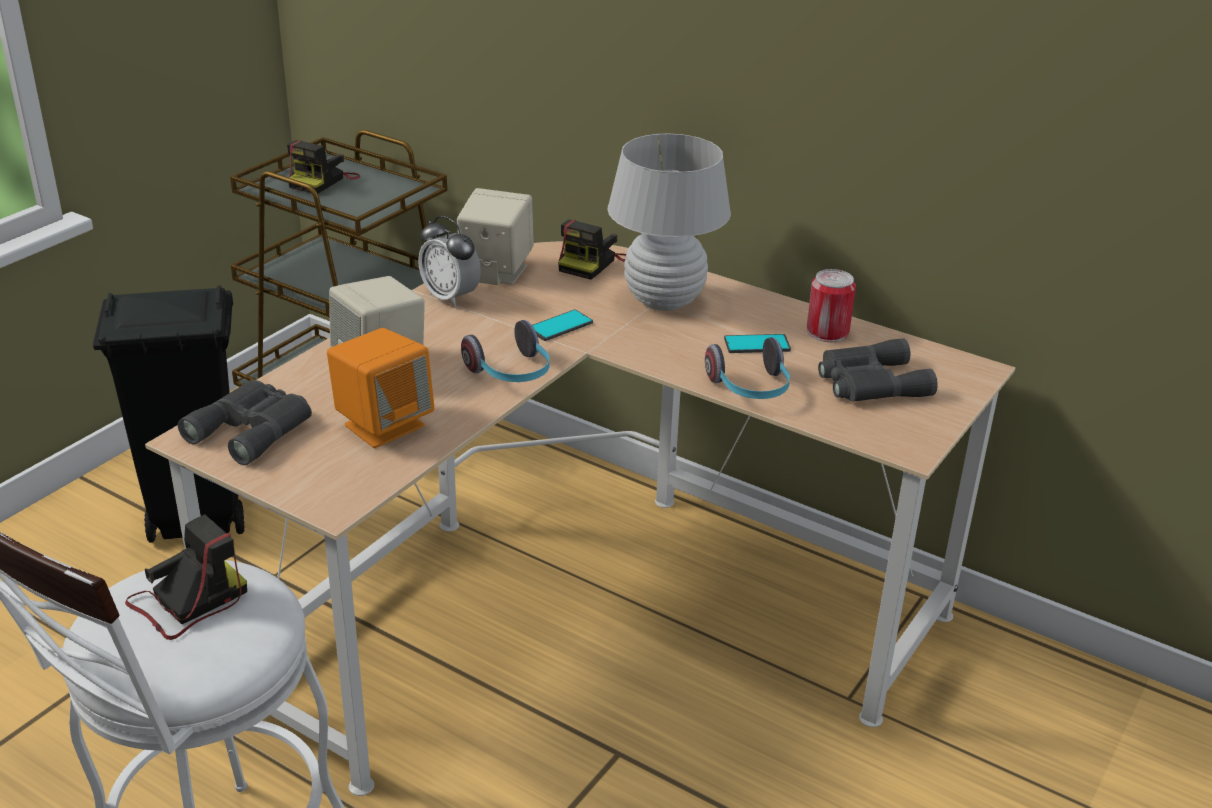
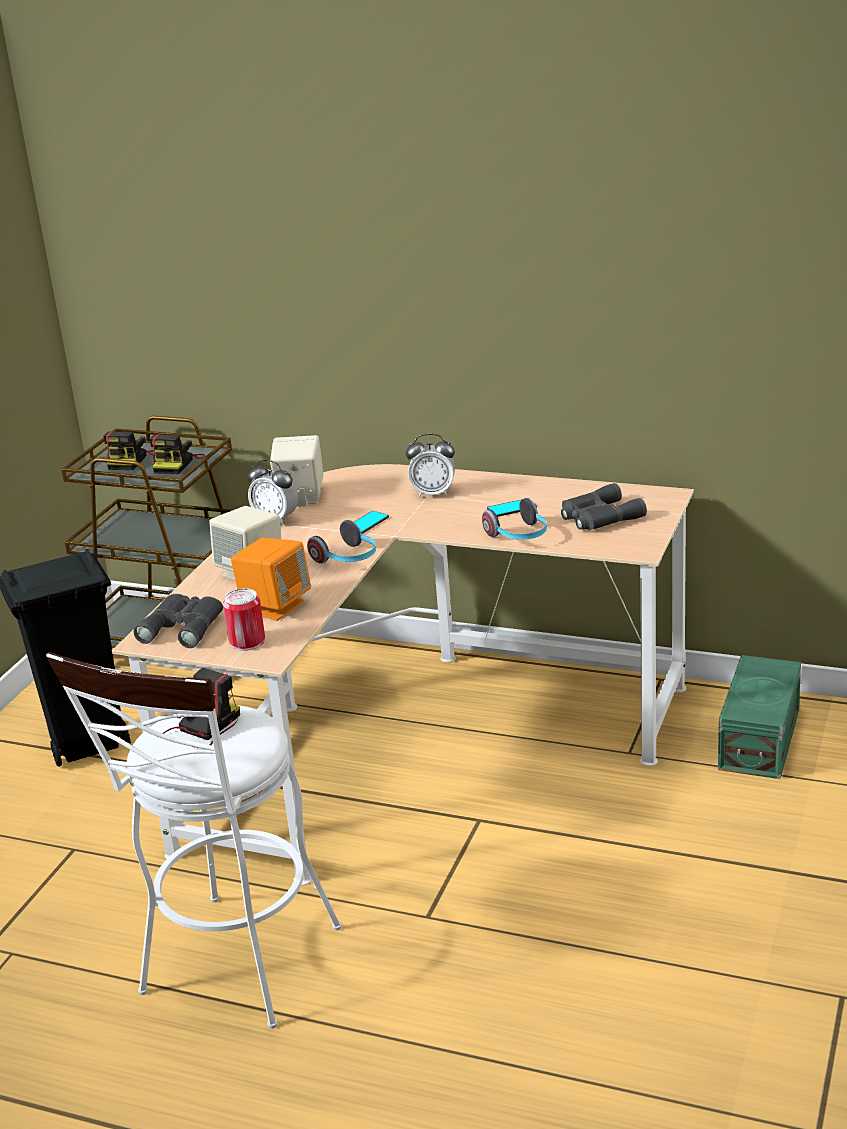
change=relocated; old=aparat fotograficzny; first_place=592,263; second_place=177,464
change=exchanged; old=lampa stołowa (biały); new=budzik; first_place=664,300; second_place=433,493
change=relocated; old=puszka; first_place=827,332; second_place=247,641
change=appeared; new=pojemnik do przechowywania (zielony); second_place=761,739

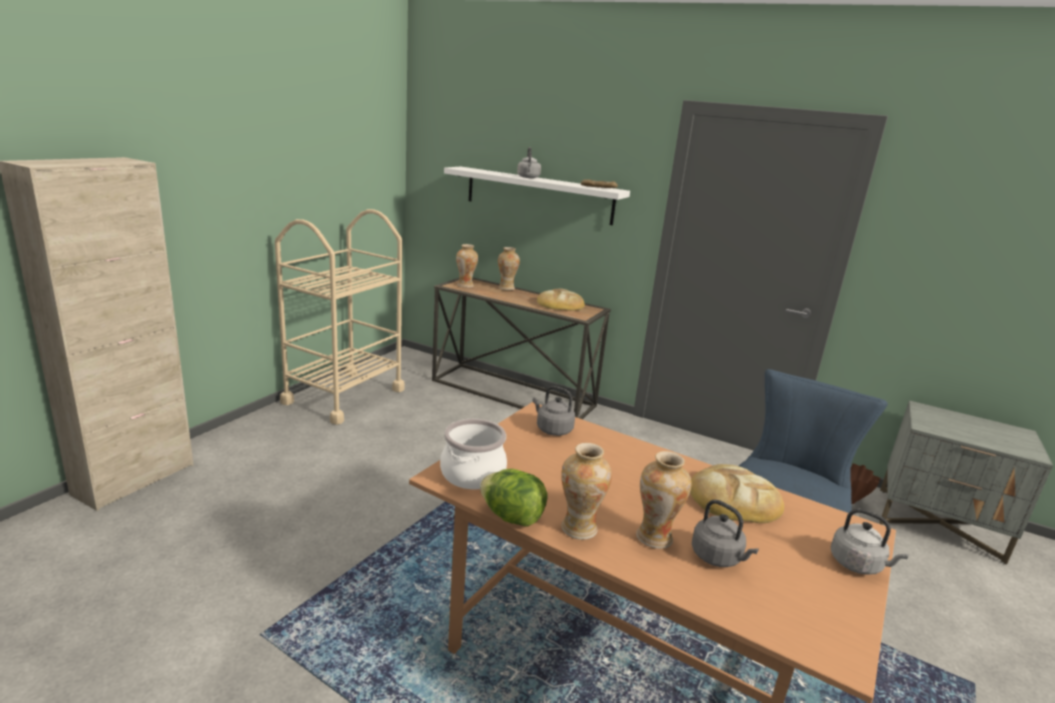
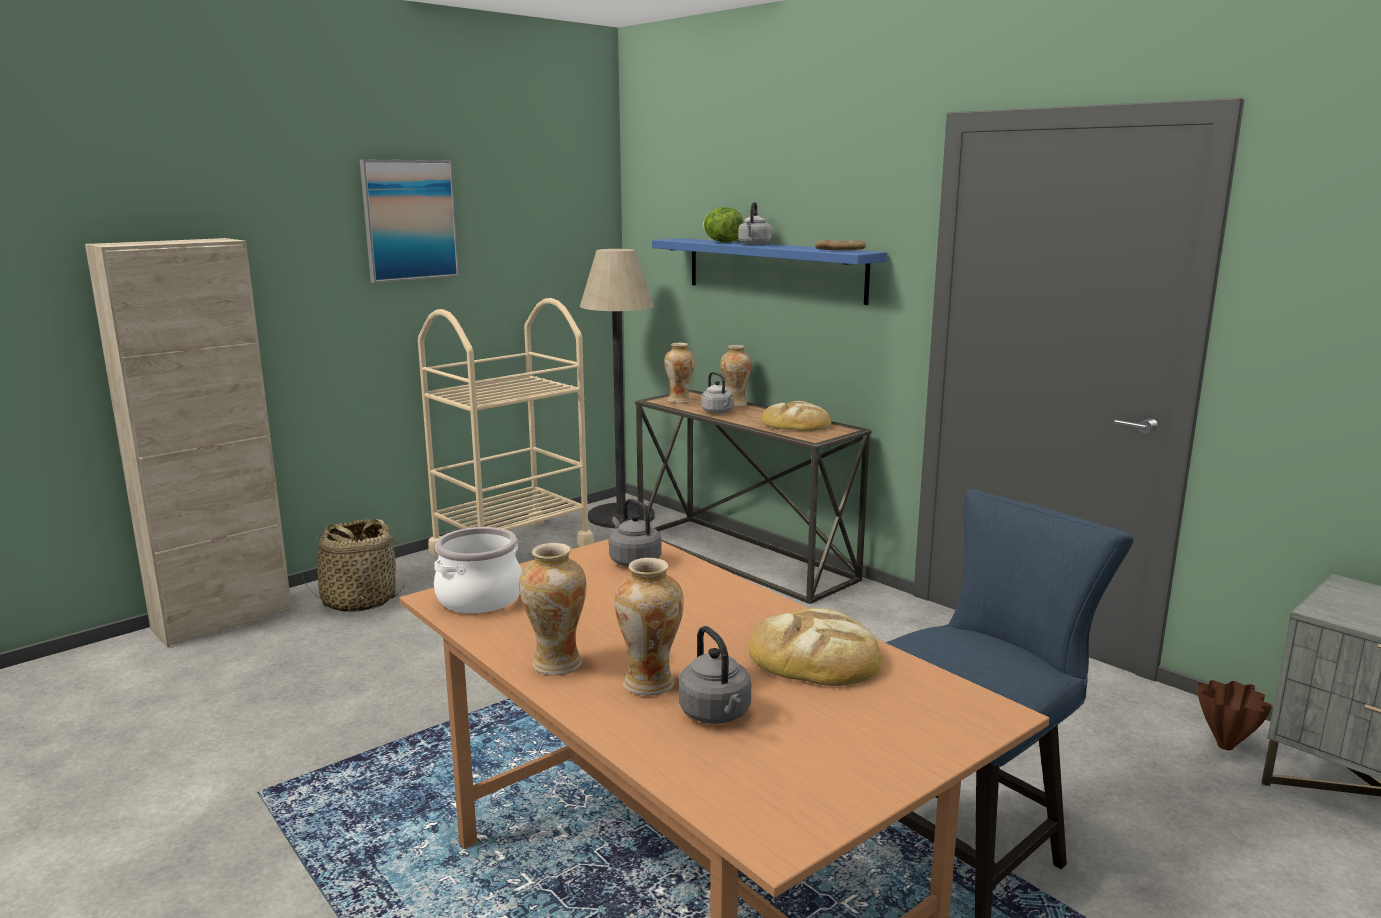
change=colour; old=półka (biały); new=półka (niebieski); first_place=538,195; second_place=774,269
change=relocated; old=sałata; first_place=512,517; second_place=722,242
change=relocated; old=czajnik (szary); first_place=858,564; second_place=718,412
change=appeared; new=koszyk; second_place=359,601
change=appeared; new=obraz; second_place=409,220
change=appeared; new=lampa stojąca; second_place=621,516

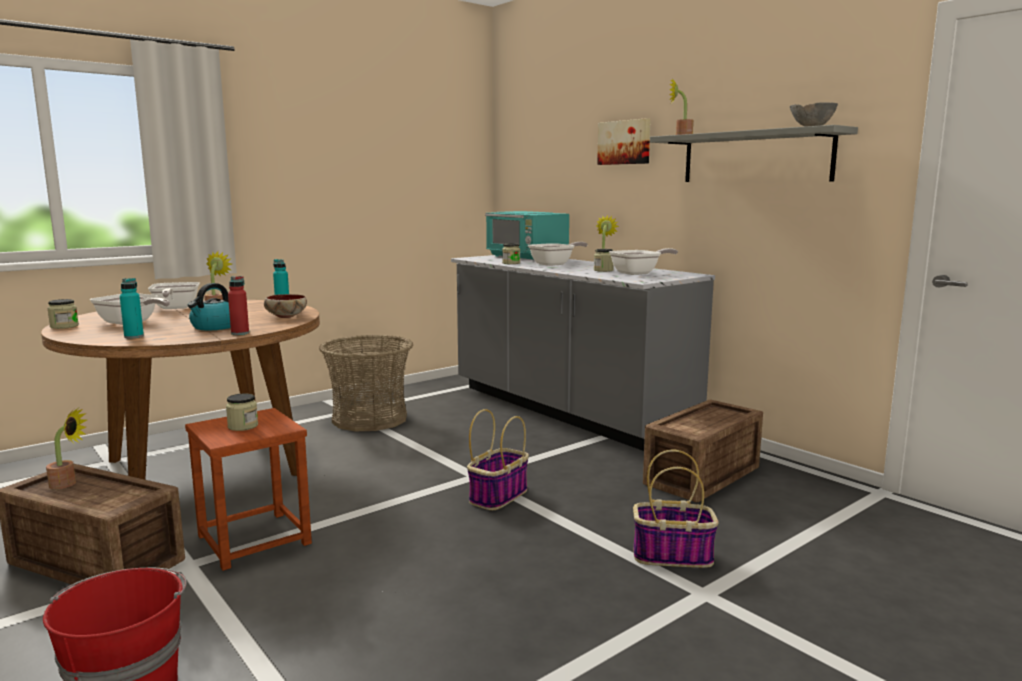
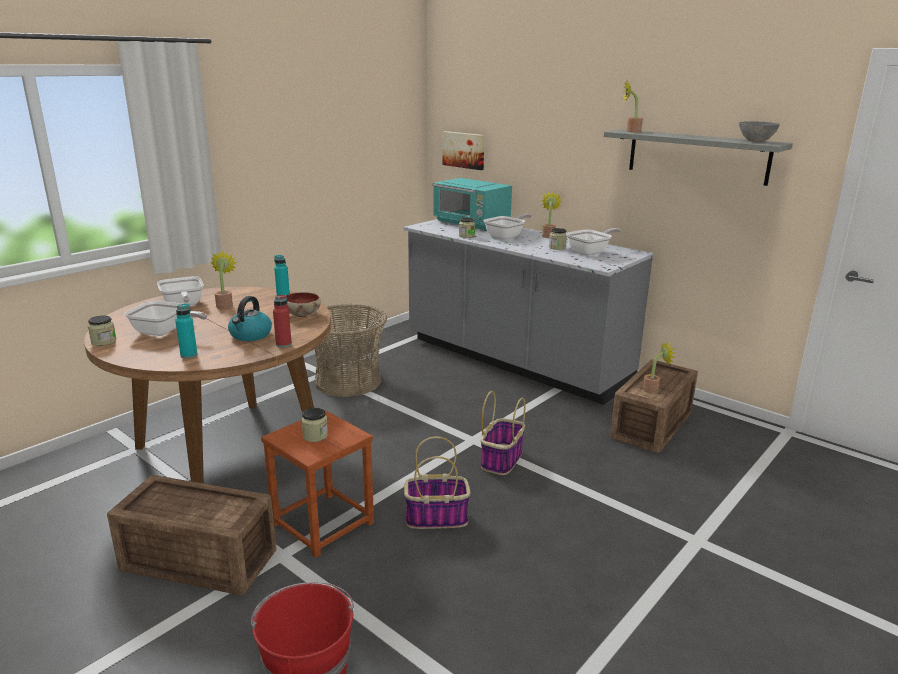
change=relocated; old=roślina doniczkowa; first_place=68,484; second_place=653,389
change=relocated; old=obraz; first_place=625,142; second_place=464,150
change=relocated; old=koszyk; first_place=673,555; second_place=437,517

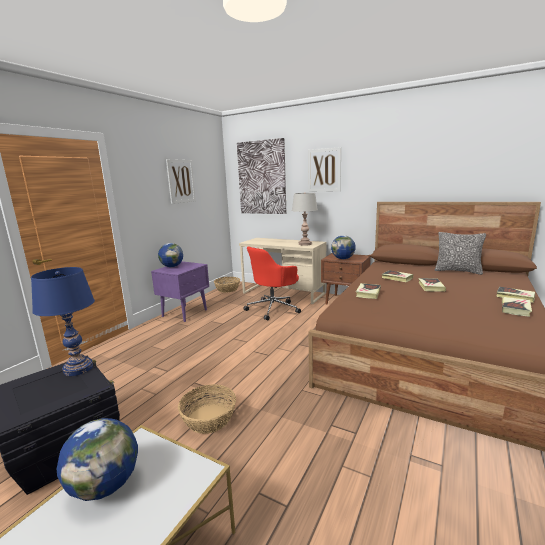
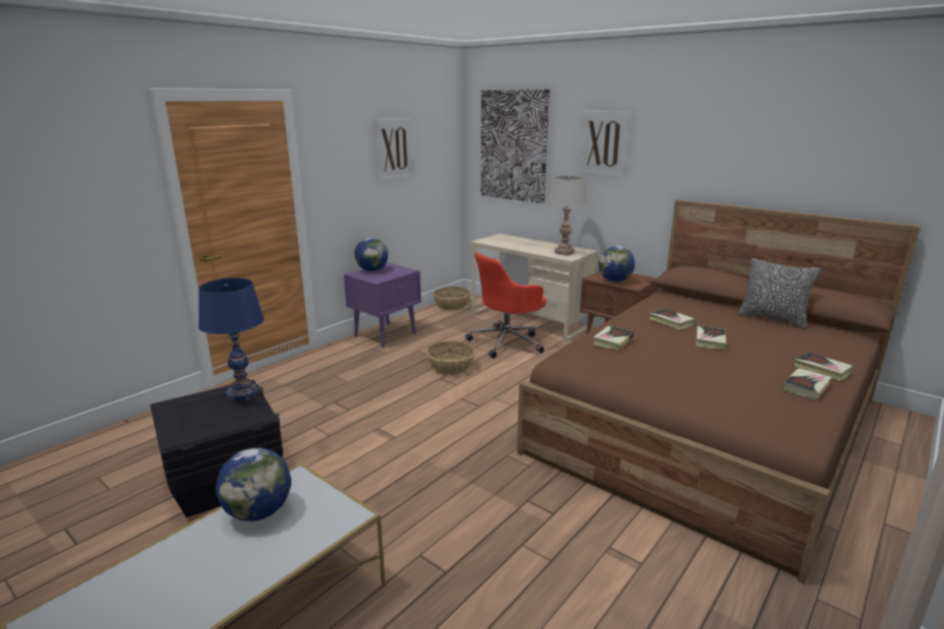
change=relocated; old=koszyk; first_place=209,418; second_place=451,367

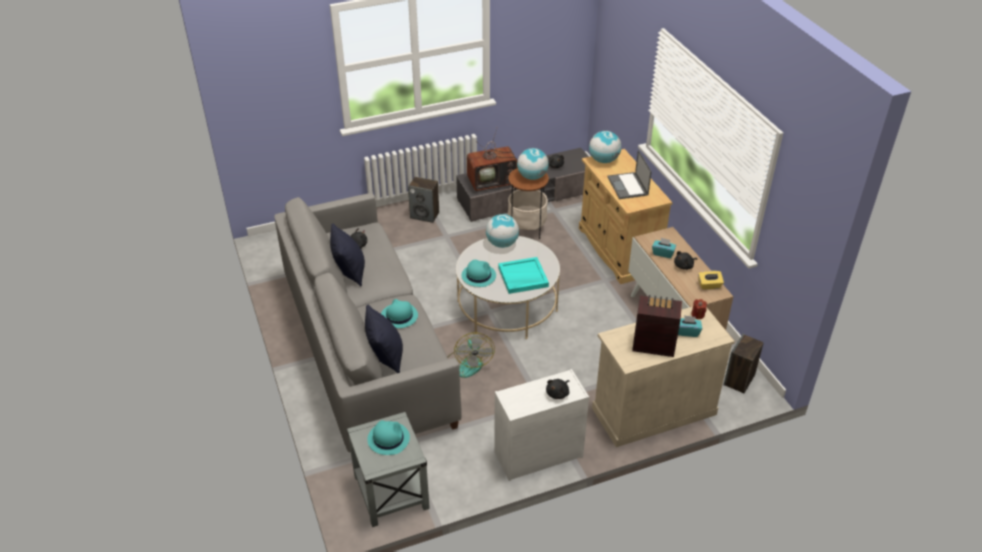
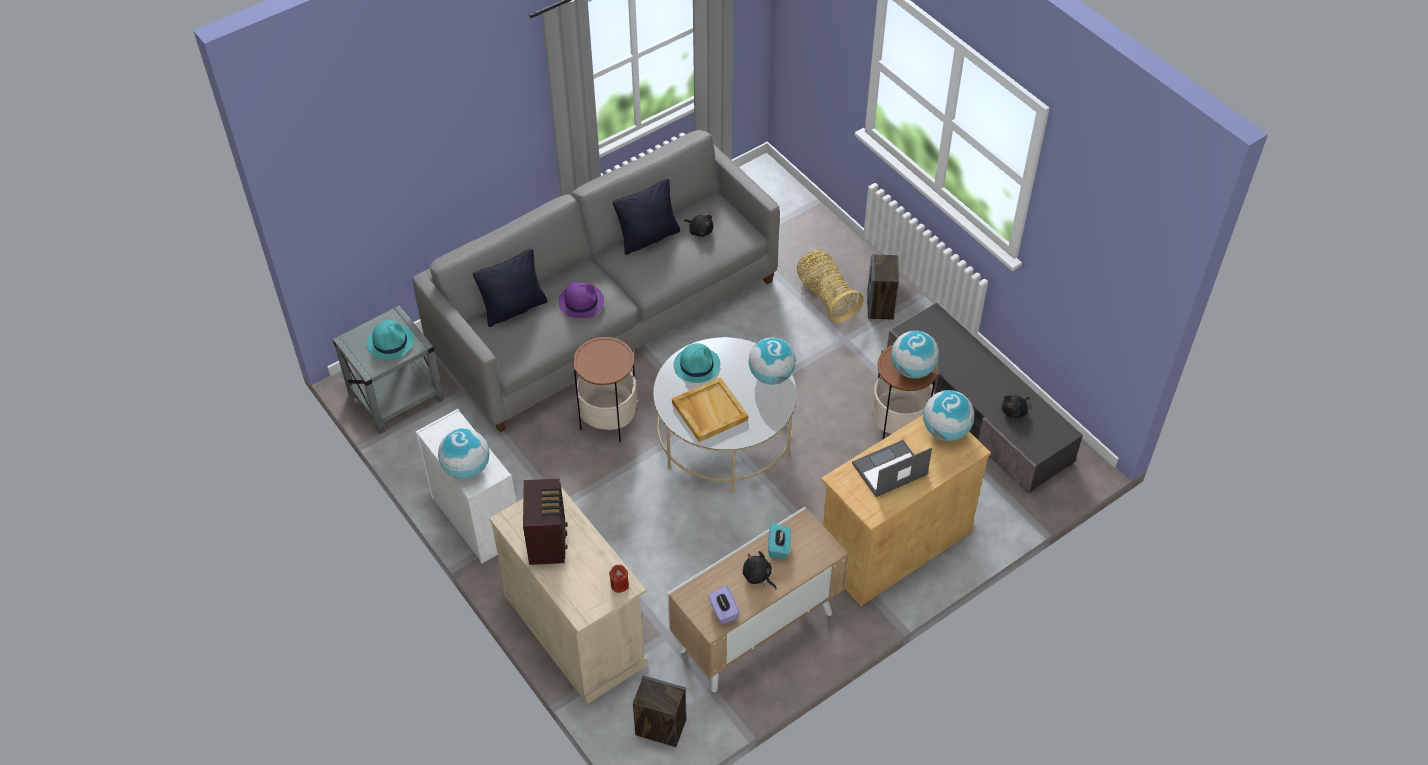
change=colour; old=kapelusz (turkusowy); new=kapelusz (fioletowy); first_place=399,316; second_place=581,301
change=exchanged; old=wentylator; new=stolik; first_place=469,362; second_place=608,419
change=missing; old=telewizor; first_place=493,181
change=colour; old=taca (turkusowy); new=taca (beżowy); first_place=522,277; second_place=709,411
change=exchanged; old=pluszak (czarny); new=globus; first_place=558,393; second_place=467,468
change=missing; old=pudełko chusteczek (turkusowy); first_place=687,332
change=colour; old=pudełko chusteczek (żółty); new=pudełko chusteczek (fioletowy); first_place=709,285; second_place=723,611
change=appeared; new=koszyk; second_place=826,296

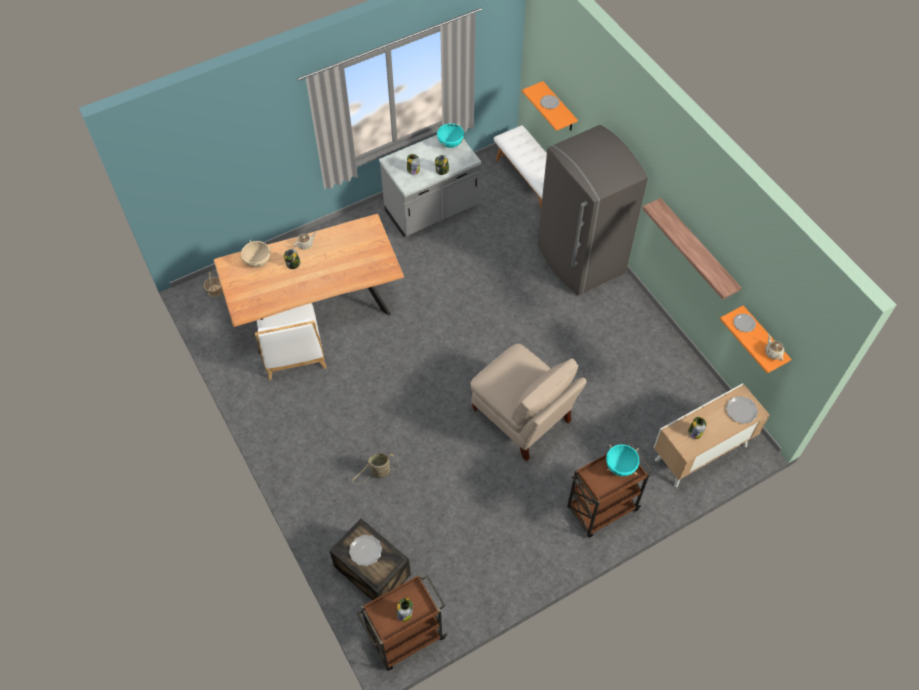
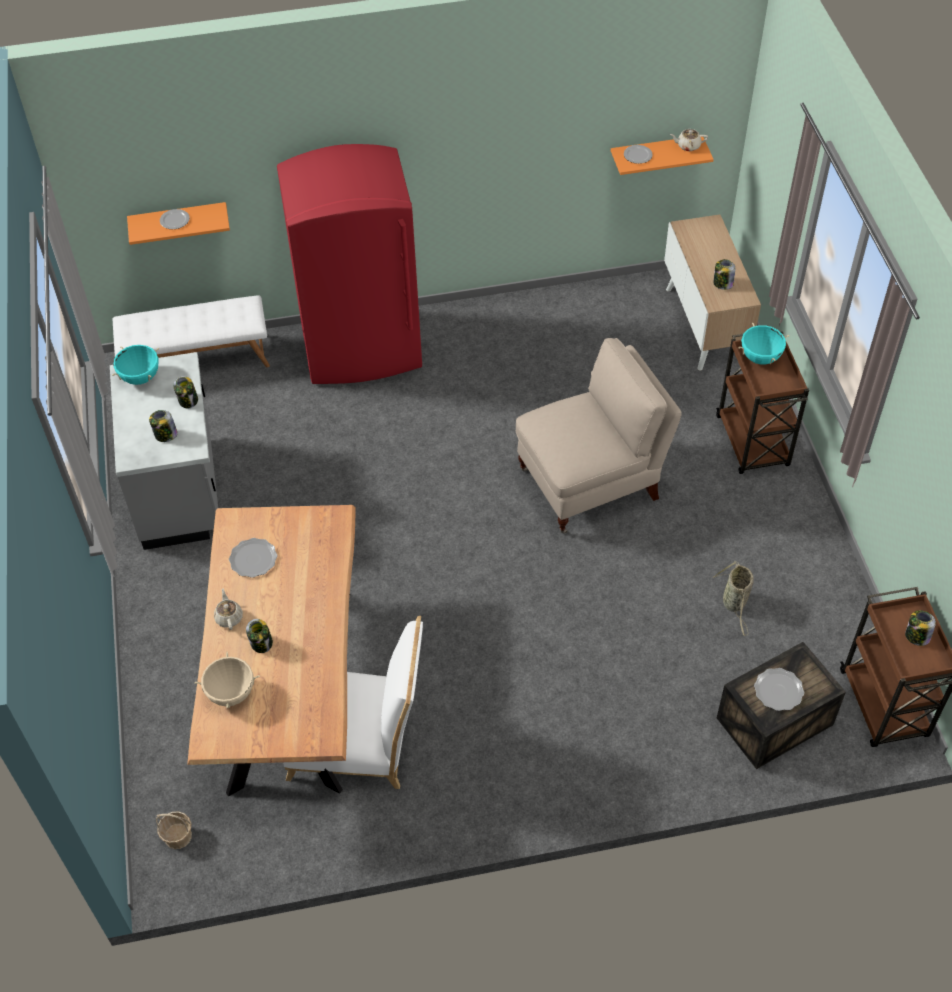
change=relocated; old=koszyk; first_place=379,473; second_place=734,604
change=colour; old=lodówka (szary); new=lodówka (czerwony); first_place=580,260; second_place=362,348
change=missing; old=półka; first_place=697,249
change=relocated; old=talerz; first_place=741,410; second_place=253,559

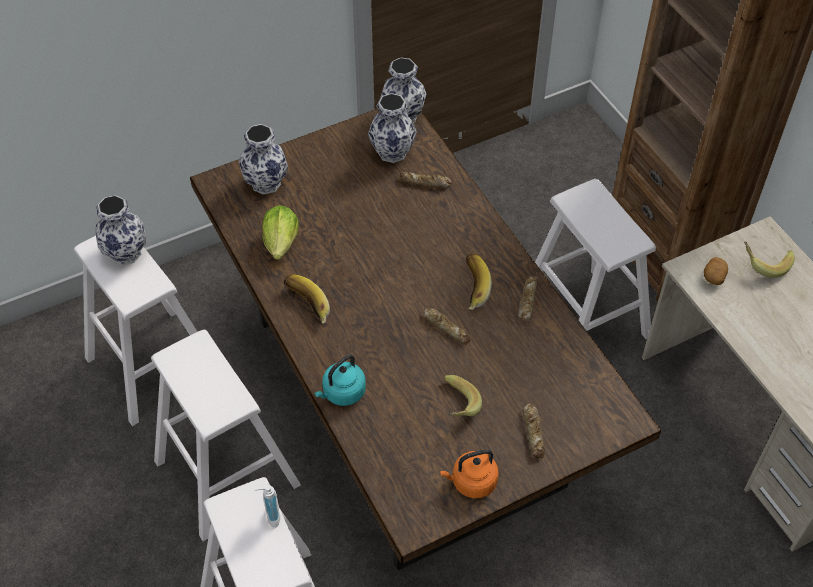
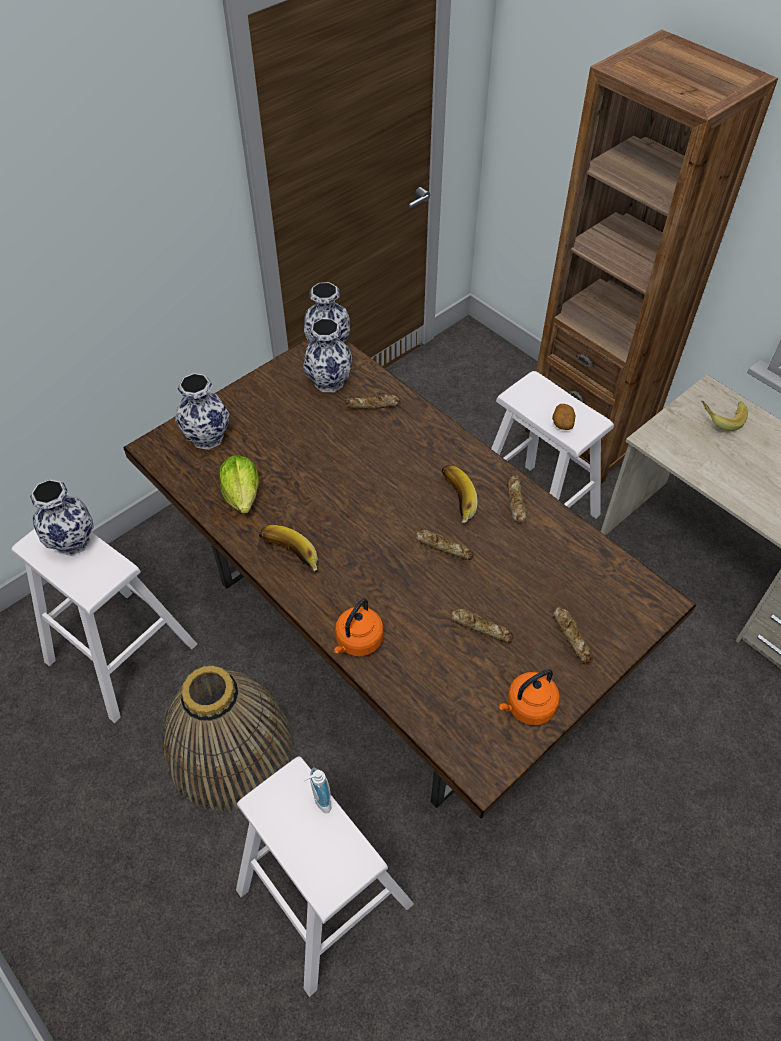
change=exchanged; old=stołek (biały); new=koszyk; first_place=226,472; second_place=229,748
change=colour; old=czajnik (turkusowy); new=czajnik (pomarańczowy); first_place=342,393; second_place=358,641
change=exchanged; old=banan; new=chleb; first_place=455,406; second_place=481,627
change=relocated; old=ziemniak; first_place=714,276; second_place=562,422

